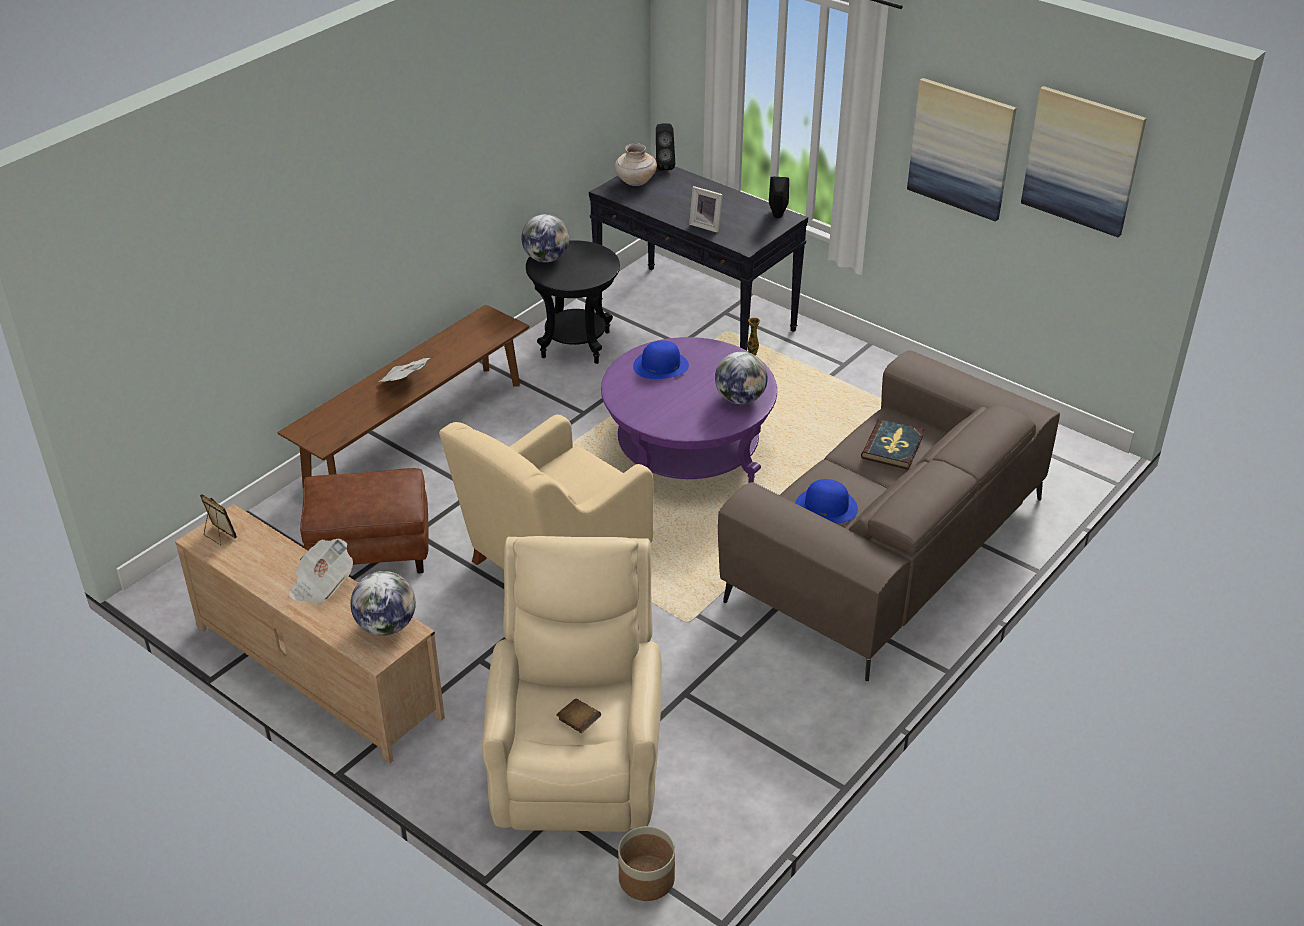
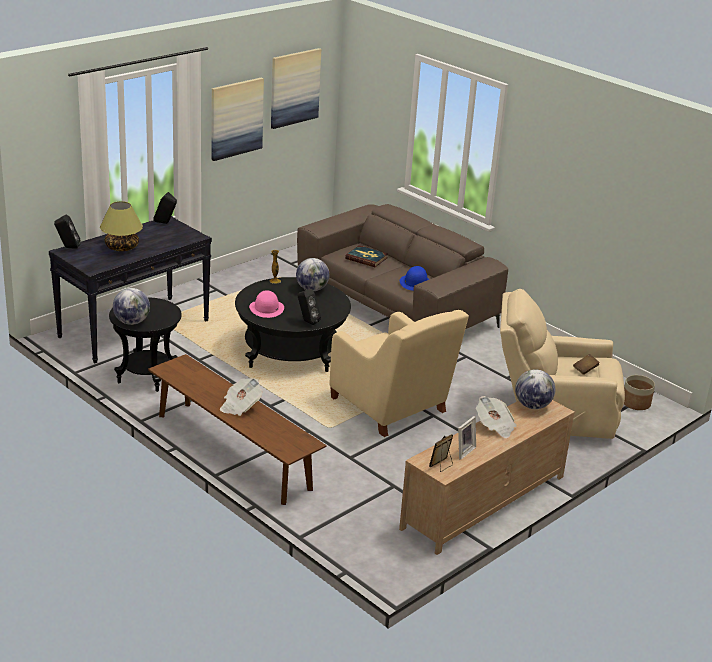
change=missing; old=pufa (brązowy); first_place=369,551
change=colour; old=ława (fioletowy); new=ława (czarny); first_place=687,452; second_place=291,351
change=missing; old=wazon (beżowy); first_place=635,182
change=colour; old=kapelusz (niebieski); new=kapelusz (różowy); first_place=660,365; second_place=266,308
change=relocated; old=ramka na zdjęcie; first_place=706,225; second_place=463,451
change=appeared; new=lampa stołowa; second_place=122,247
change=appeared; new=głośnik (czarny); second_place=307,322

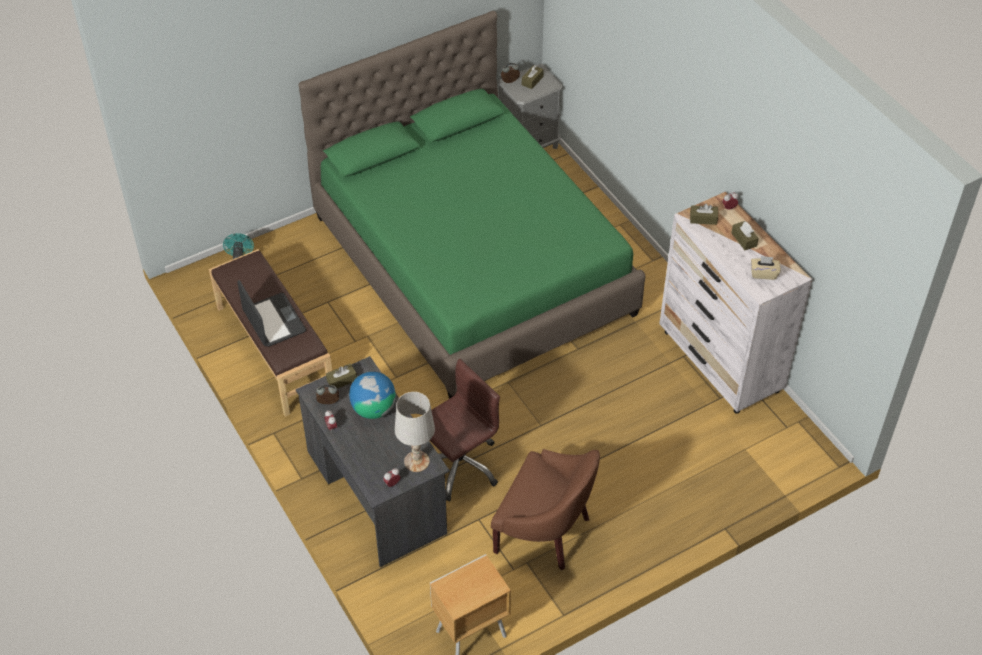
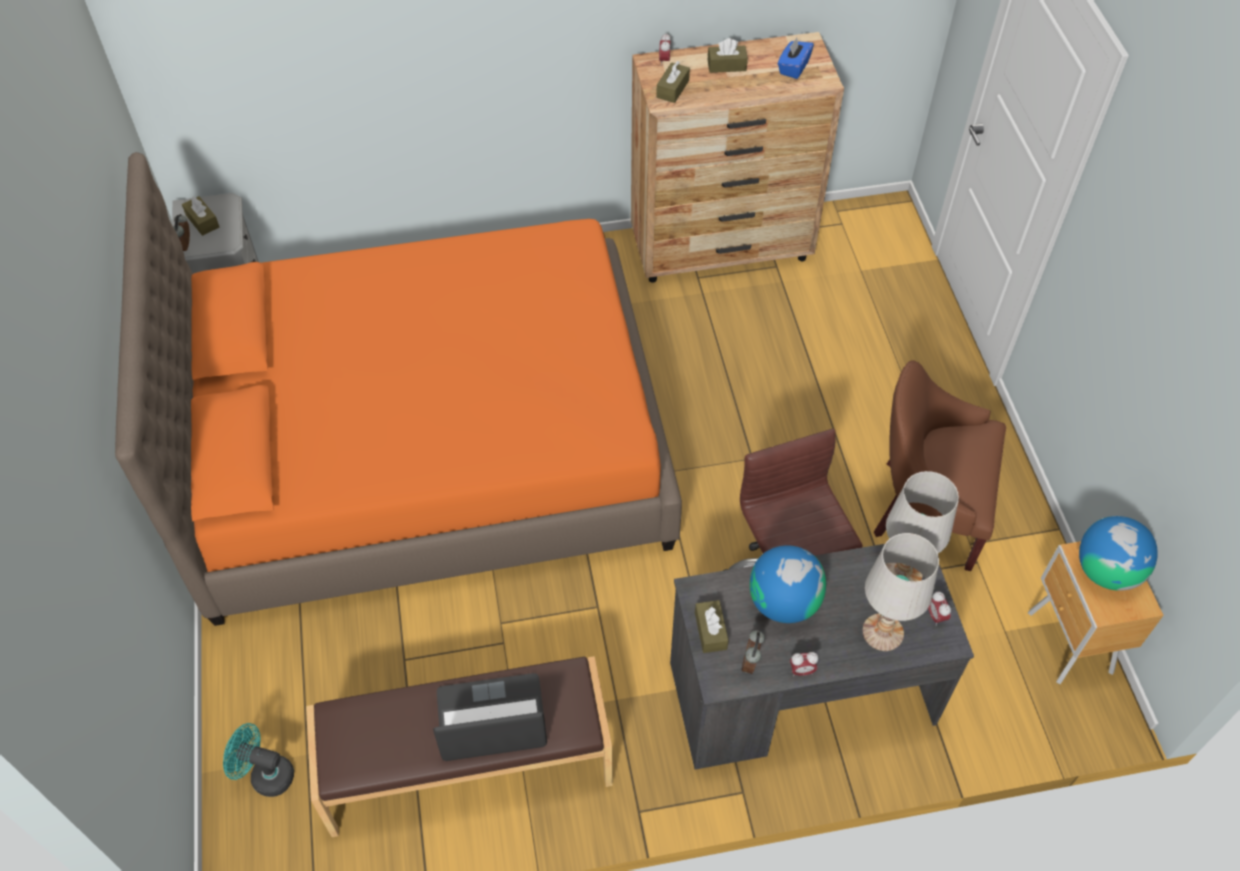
change=colour; old=łóżko (zielony); new=łóżko (pomarańczowy); first_place=473,264; second_place=429,447
change=spun; old=fotel (brązowy); first_place=545,531; second_place=926,507; degrees=-120
change=colour; old=komoda (biały); new=komoda (brązowy); first_place=720,362; second_place=722,247
change=colour; old=pudełko chusteczek (beżowy); new=pudełko chusteczek (niebieski); first_place=763,273; second_place=793,67
change=appeared; new=lampa stołowa (biały); second_place=882,633
change=appeared; new=globus; second_place=1106,571

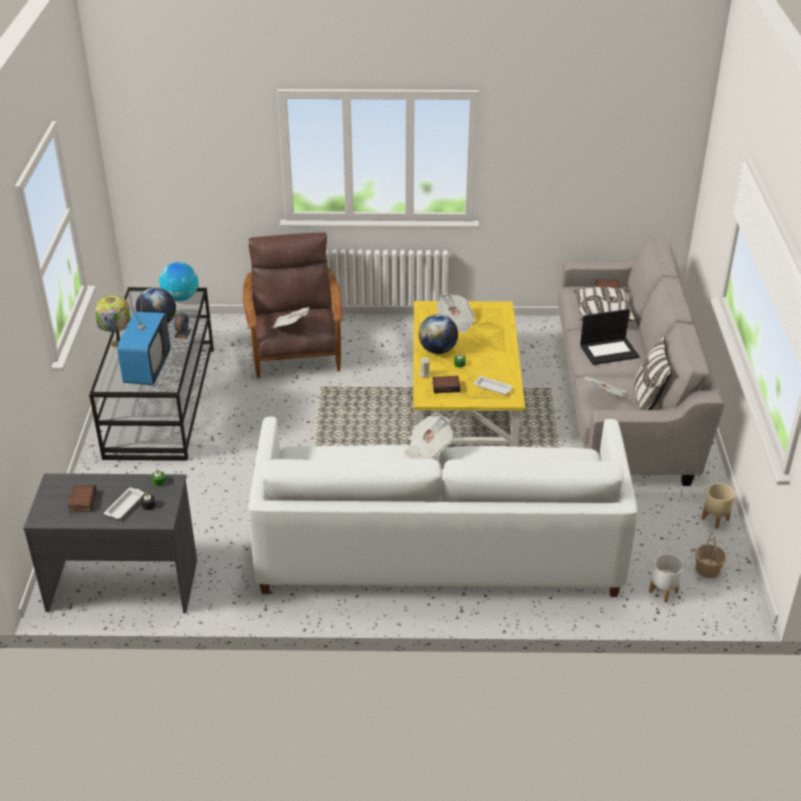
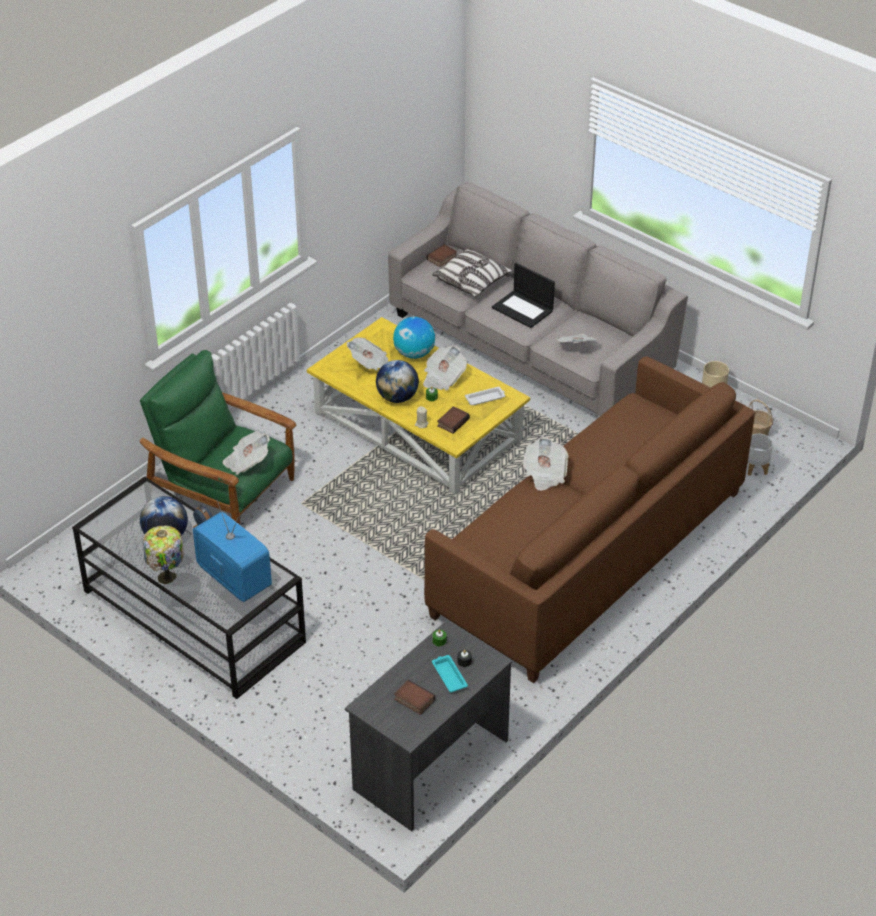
change=colour; old=taca (biały); new=taca (turkusowy); first_place=125,505; second_place=449,675
change=relocated; old=globus; first_place=180,298; second_place=414,354
change=colour; old=fotel (brązowy); new=fotel (zielony); first_place=295,348; second_place=223,488
change=colour; old=kanapa (biały); new=kanapa (brązowy); first_place=438,548; second_place=588,553
change=spun; old=laptop; first_place=609,351; second_place=523,309; degrees=105
change=missing; old=poduszka; first_place=647,400
change=appeared; new=gazeta; second_place=443,378

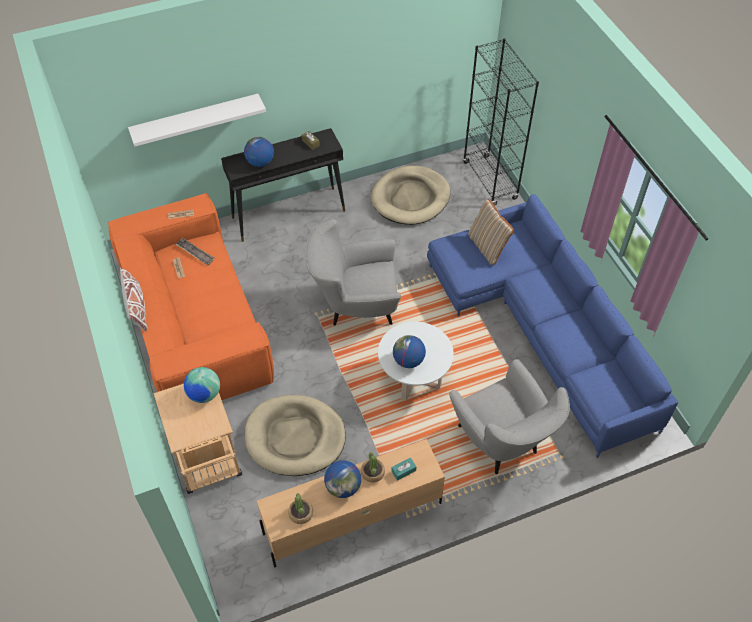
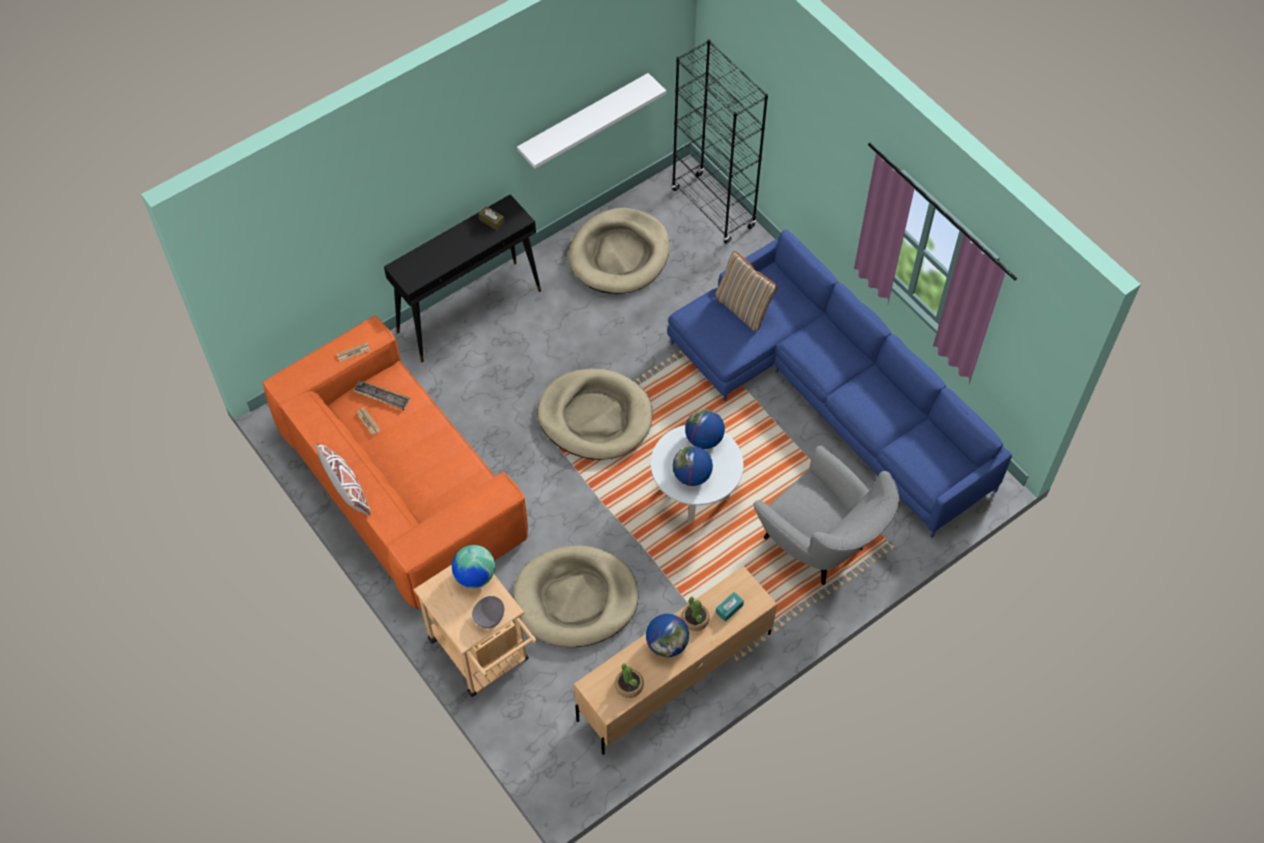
change=relocated; old=półka (biały); first_place=196,119; second_place=583,119
change=relocated; old=globus; first_place=260,162; second_place=703,439
change=exchanged; old=fotel (szary); new=legowisko (beżowy); first_place=355,306; second_place=595,417
change=appeared; new=miska (szary); second_place=489,616

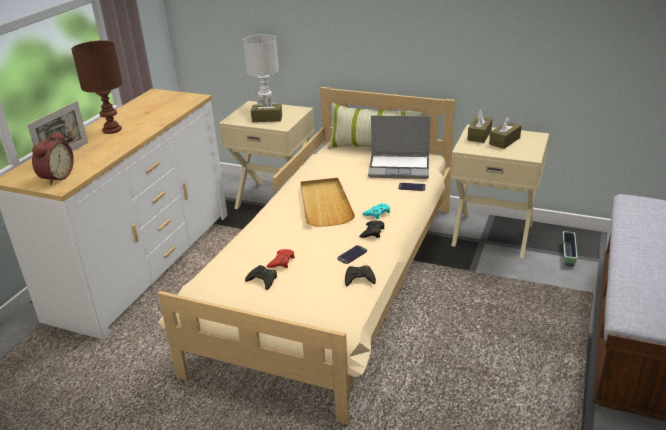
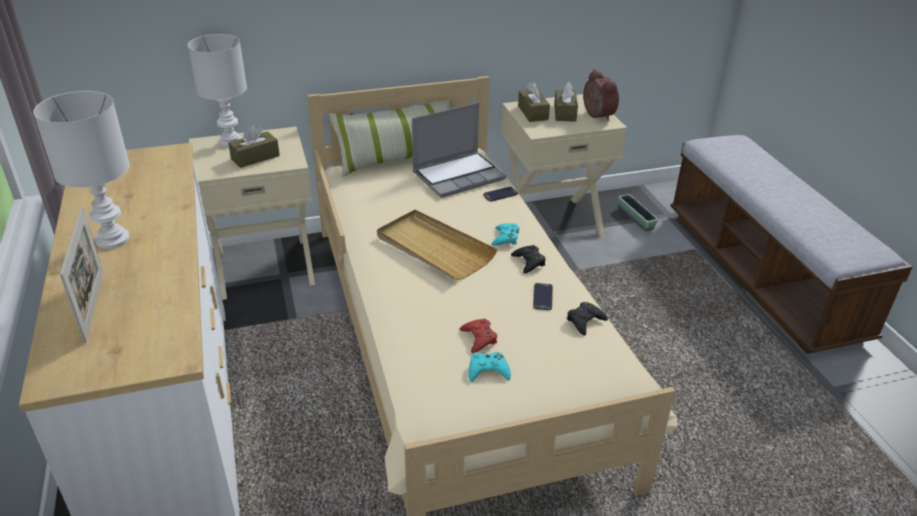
change=relocated; old=budzik; first_place=56,177; second_place=596,115
change=colour; old=lampa stołowa (brązowy); new=lampa stołowa (biały); first_place=113,130; second_place=114,239
change=colour; old=pad do gier (czarny); new=pad do gier (turkusowy); first_place=263,280; second_place=488,370

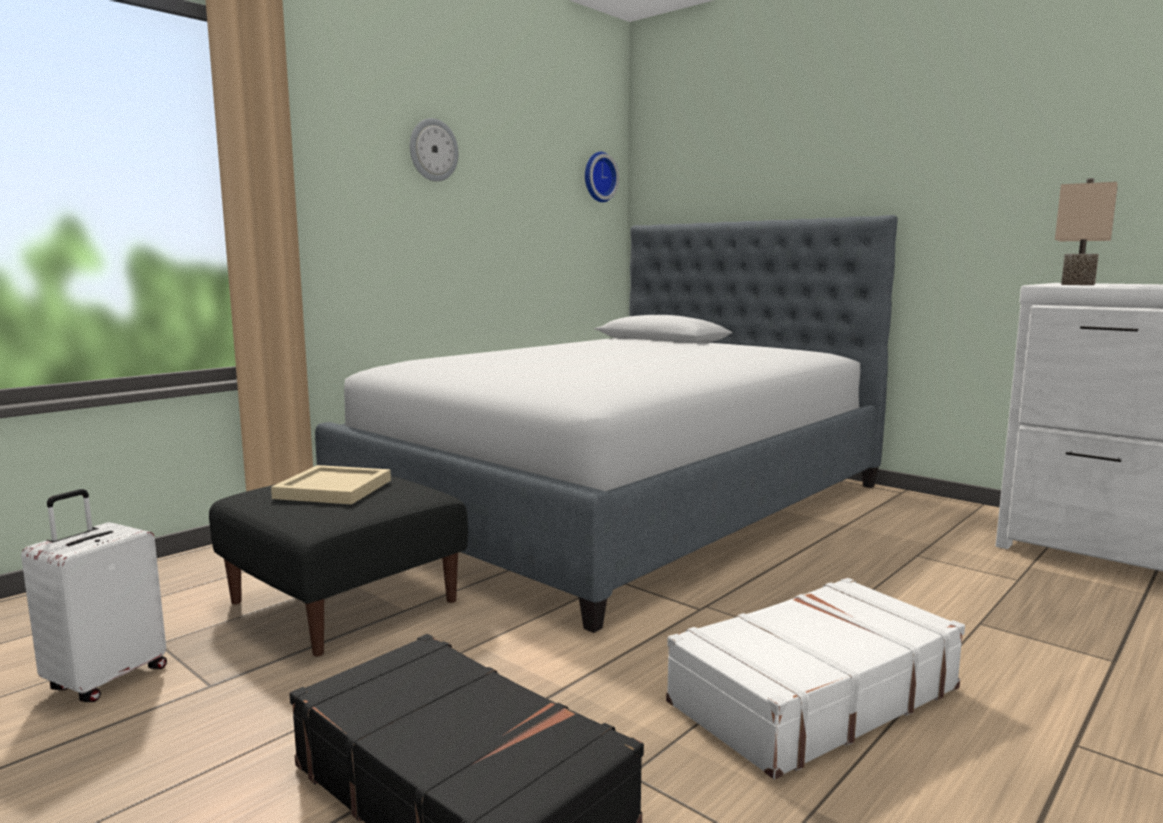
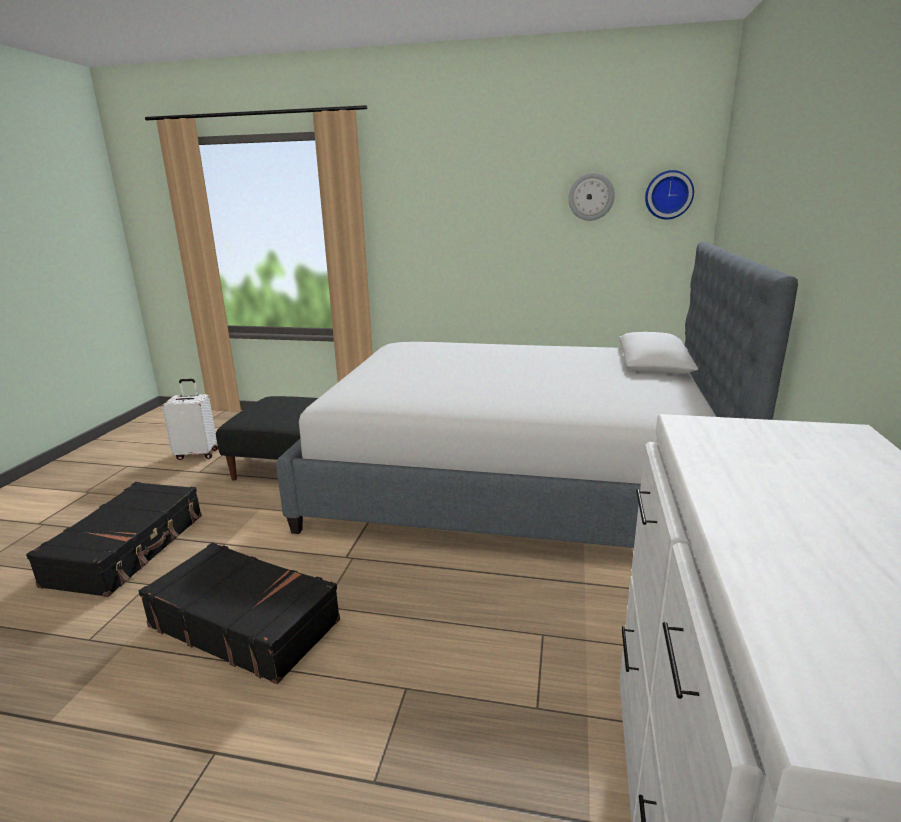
change=missing; old=taca (beżowy); first_place=333,489
change=relocated; old=zegar ścienny; first_place=433,150; second_place=591,197
change=colour; old=walizka (biały); new=walizka (czarny); first_place=812,695; second_place=245,623
change=missing; old=lampa stołowa (beżowy); first_place=1081,284

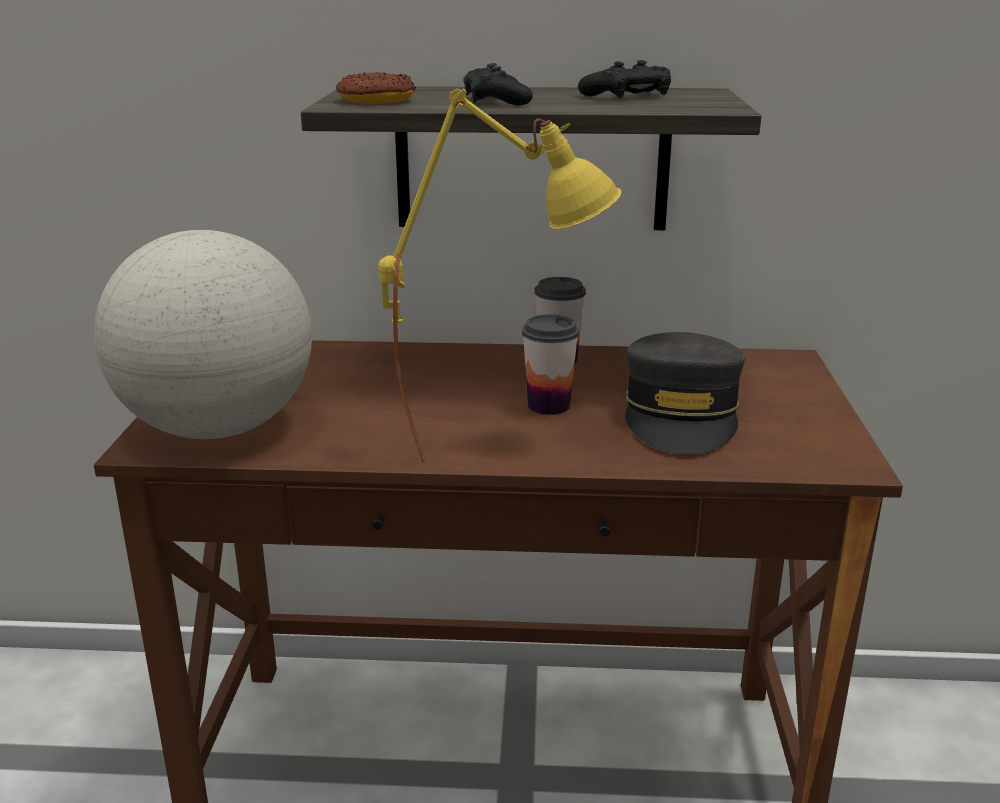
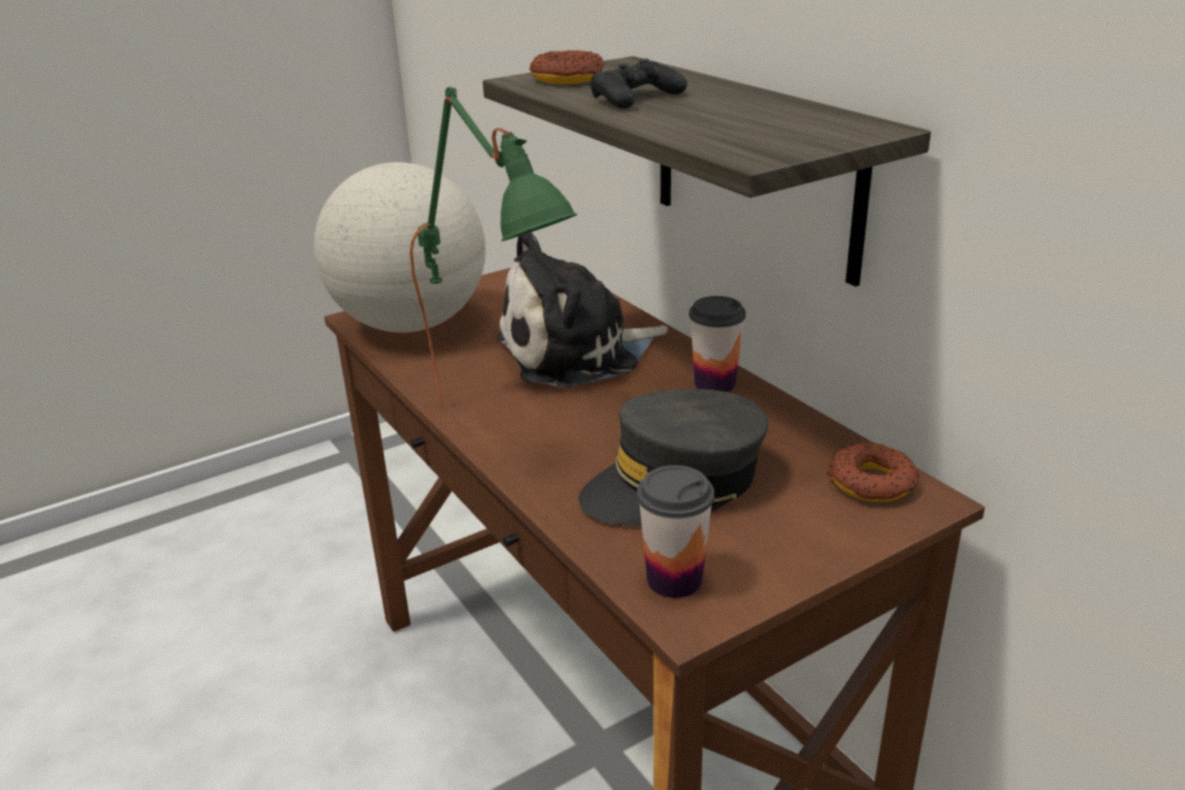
change=colour; old=lampa stołowa (żółty); new=lampa stołowa (zielony); first_place=499,445; second_place=504,425
change=relocated; old=filiżanka; first_place=548,406; second_place=674,579
change=missing; old=pad do gier (czarny); first_place=627,95
change=appeared; new=pluszak; second_place=577,353
change=appeared; new=donut; second_place=871,482

